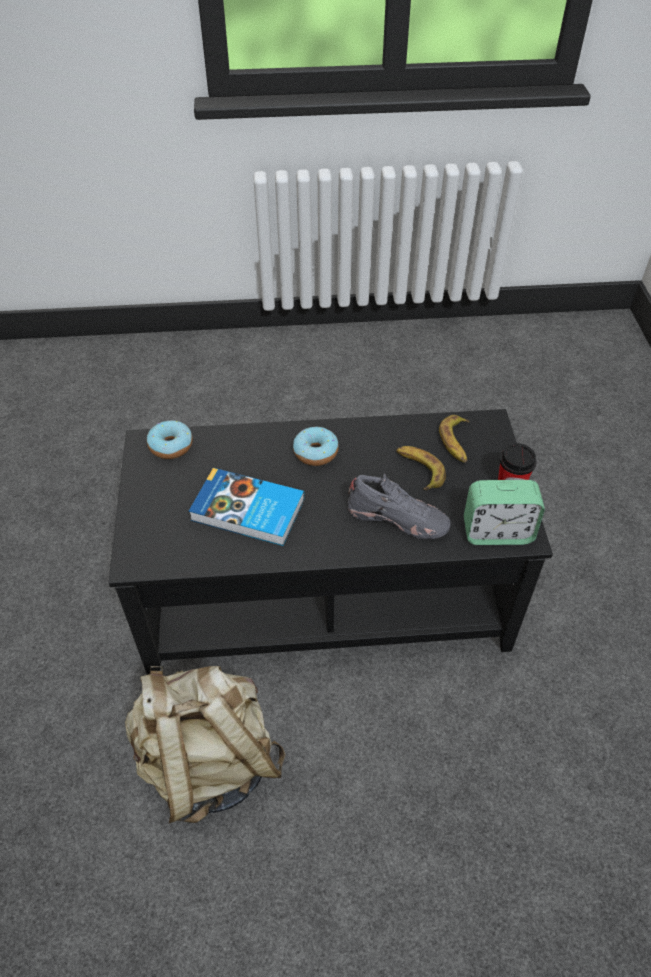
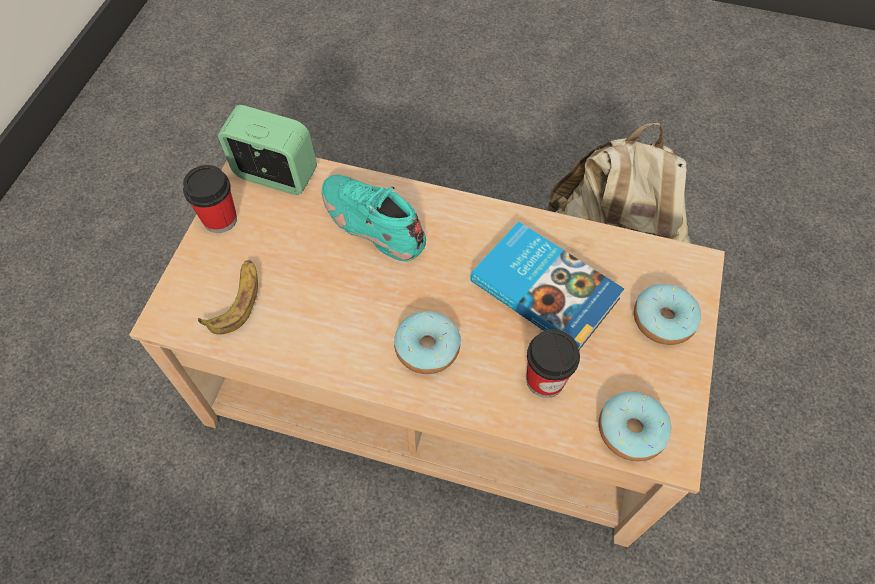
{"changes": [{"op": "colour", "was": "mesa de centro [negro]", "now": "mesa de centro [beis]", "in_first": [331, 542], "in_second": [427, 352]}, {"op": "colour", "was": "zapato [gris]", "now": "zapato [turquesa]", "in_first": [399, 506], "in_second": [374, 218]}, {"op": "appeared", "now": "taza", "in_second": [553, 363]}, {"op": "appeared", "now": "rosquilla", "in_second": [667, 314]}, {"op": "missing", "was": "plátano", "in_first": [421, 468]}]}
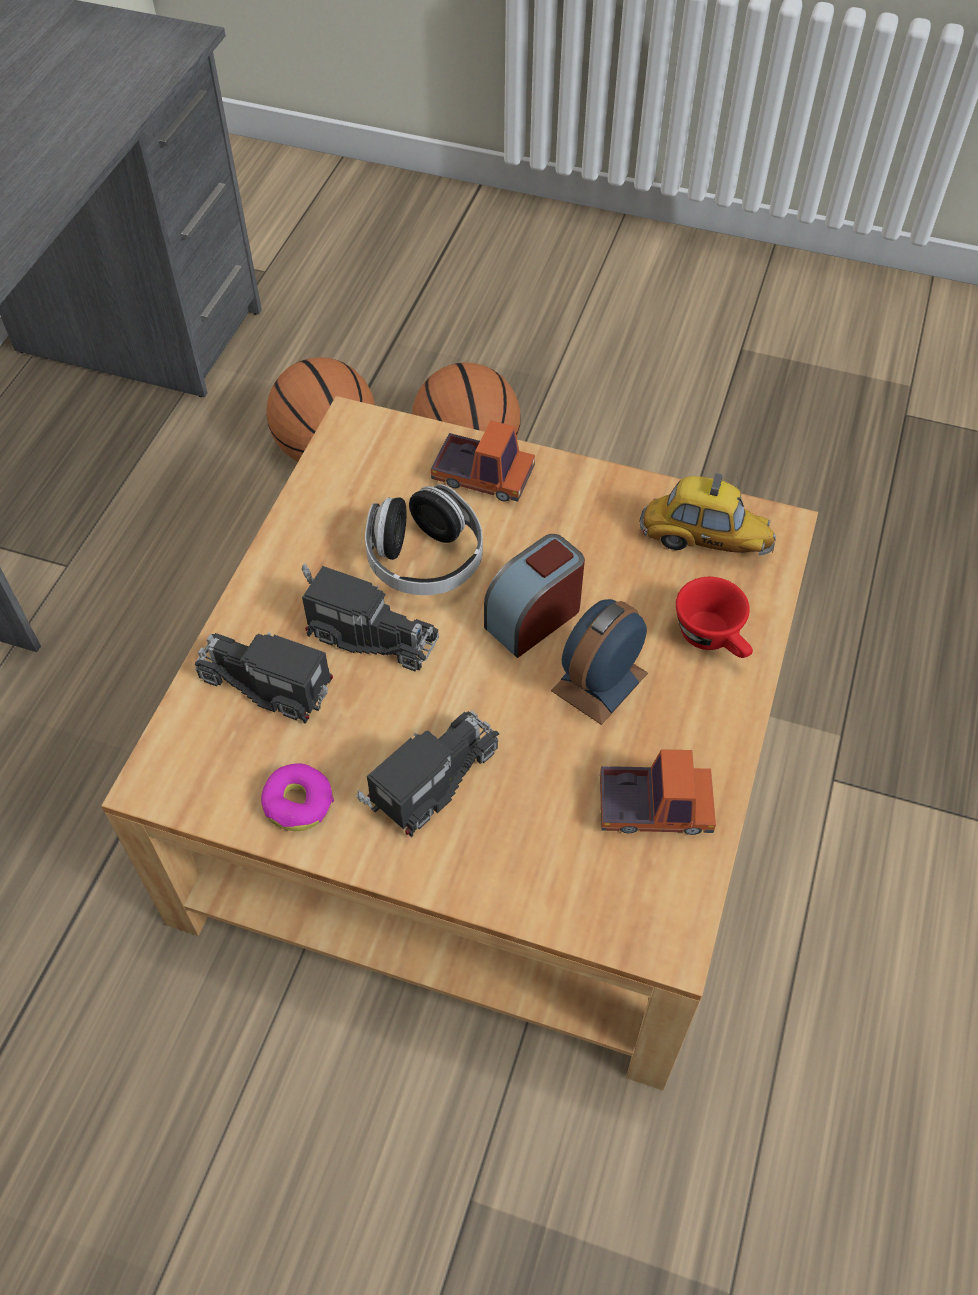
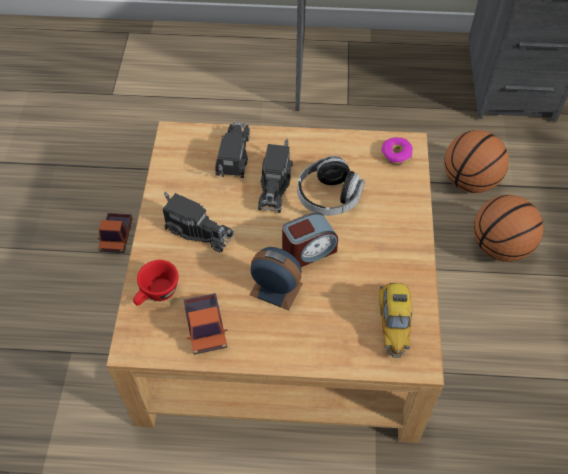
{"changes": [{"op": "relocated", "was": "camión de juguete", "in_first": [483, 461], "in_second": [115, 233]}, {"op": "relocated", "was": "taza [rojo]", "in_first": [714, 617], "in_second": [155, 283]}, {"op": "spun", "was": "despertador", "in_first": [534, 596], "in_second": [310, 239], "clockwise": 120}, {"op": "relocated", "was": "rosquilla", "in_first": [297, 797], "in_second": [397, 151]}]}
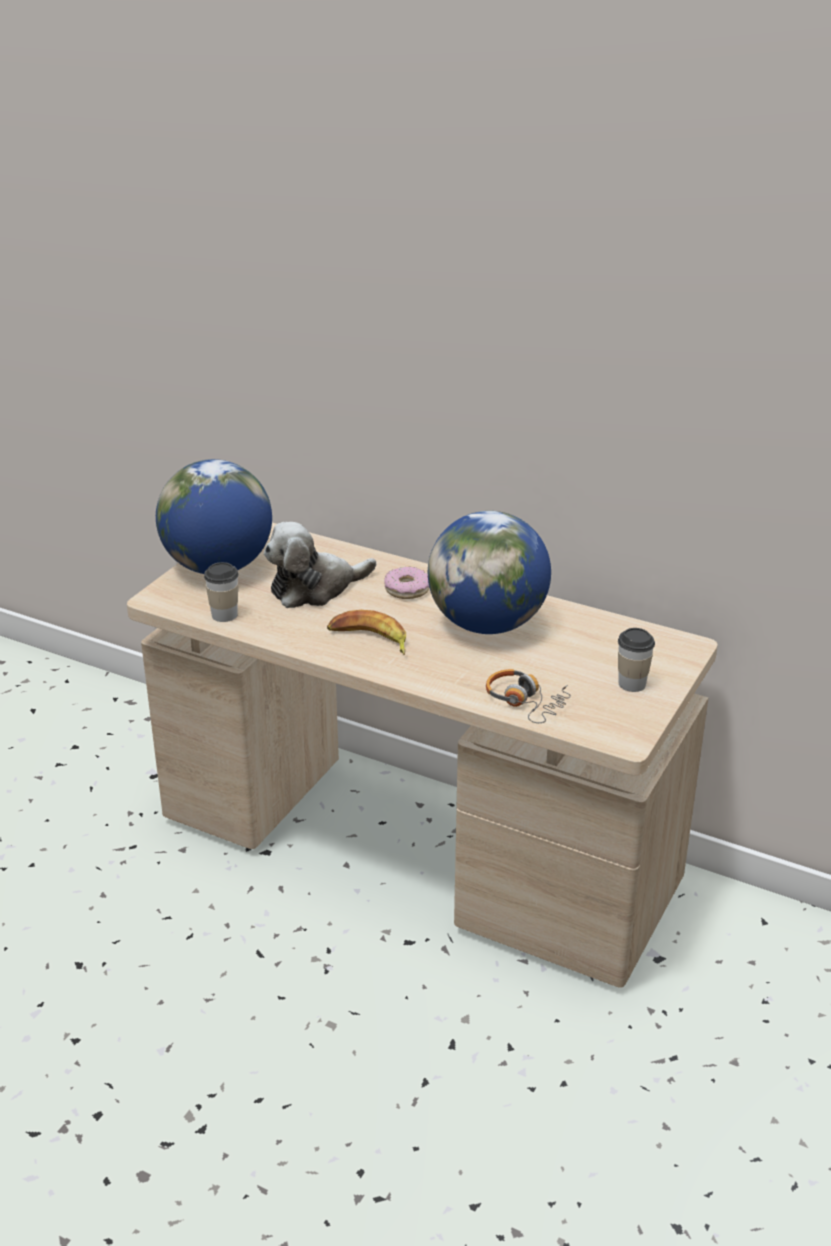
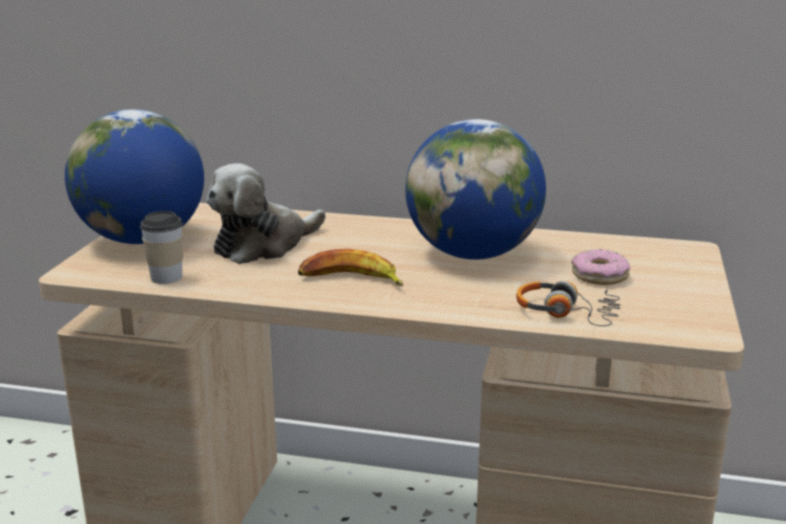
{"changes": [{"op": "relocated", "was": "rosquilla", "in_first": [407, 583], "in_second": [600, 267]}, {"op": "missing", "was": "taza", "in_first": [636, 660]}]}
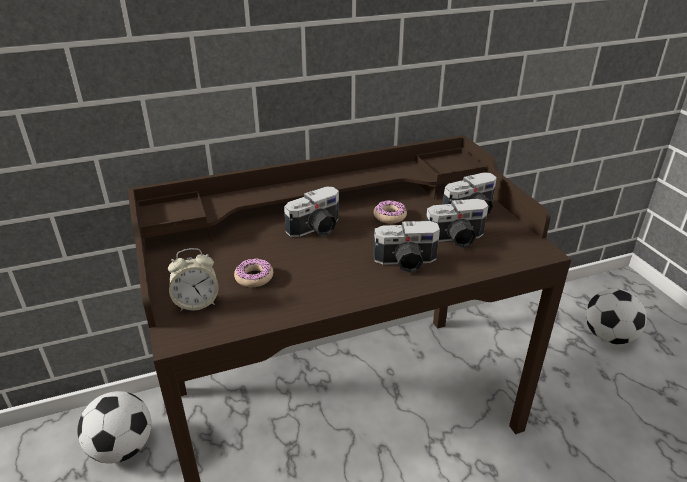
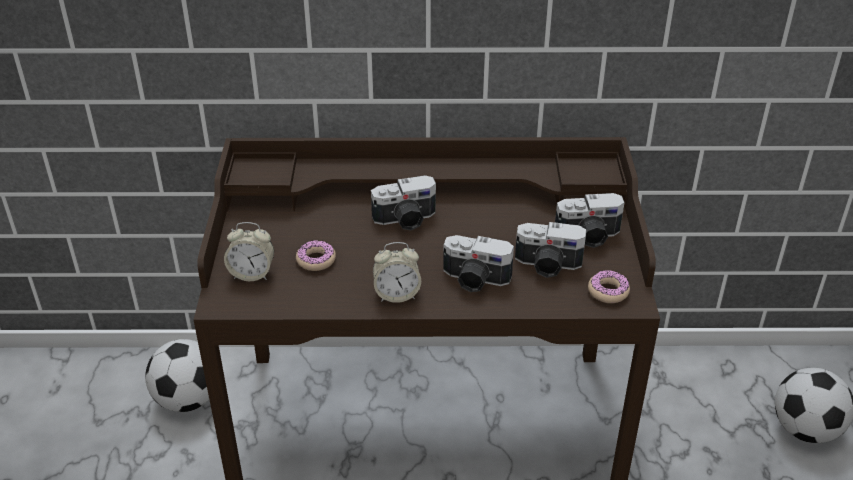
{"changes": [{"op": "appeared", "now": "despertador", "in_second": [397, 272]}, {"op": "relocated", "was": "rosquilla", "in_first": [390, 212], "in_second": [609, 286]}]}
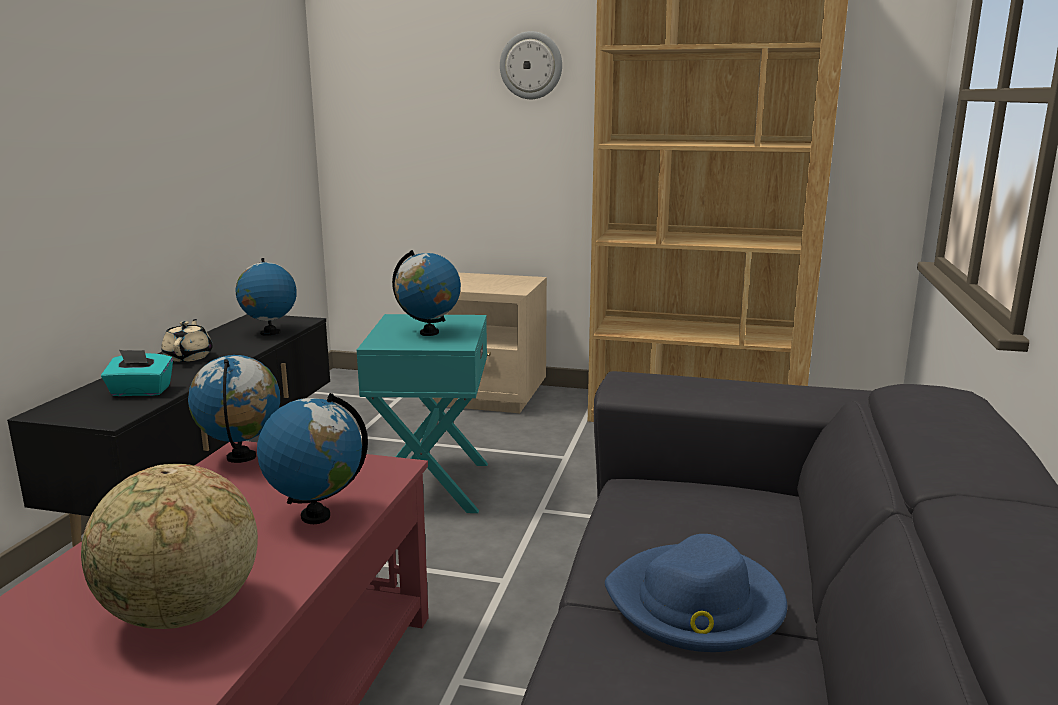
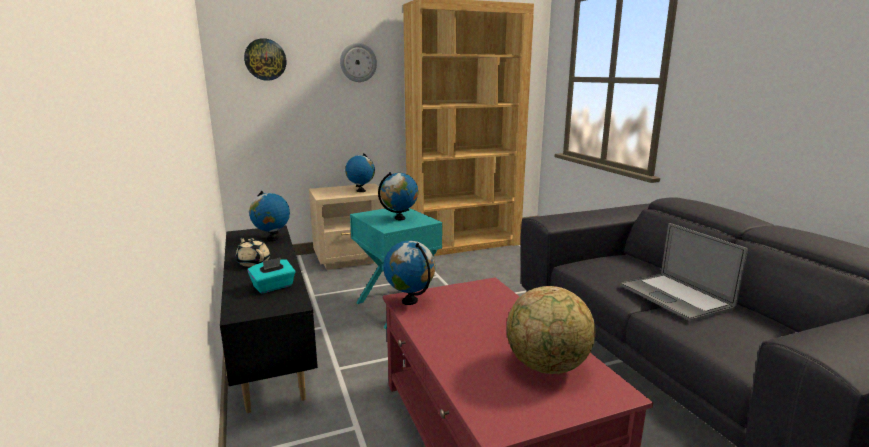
{"changes": [{"op": "appeared", "now": "reloj de pared", "in_second": [265, 59]}, {"op": "relocated", "was": "globo terráqueo", "in_first": [312, 458], "in_second": [360, 172]}, {"op": "exchanged", "was": "sombrero [azul]", "now": "portátil", "in_first": [696, 593], "in_second": [684, 272]}]}
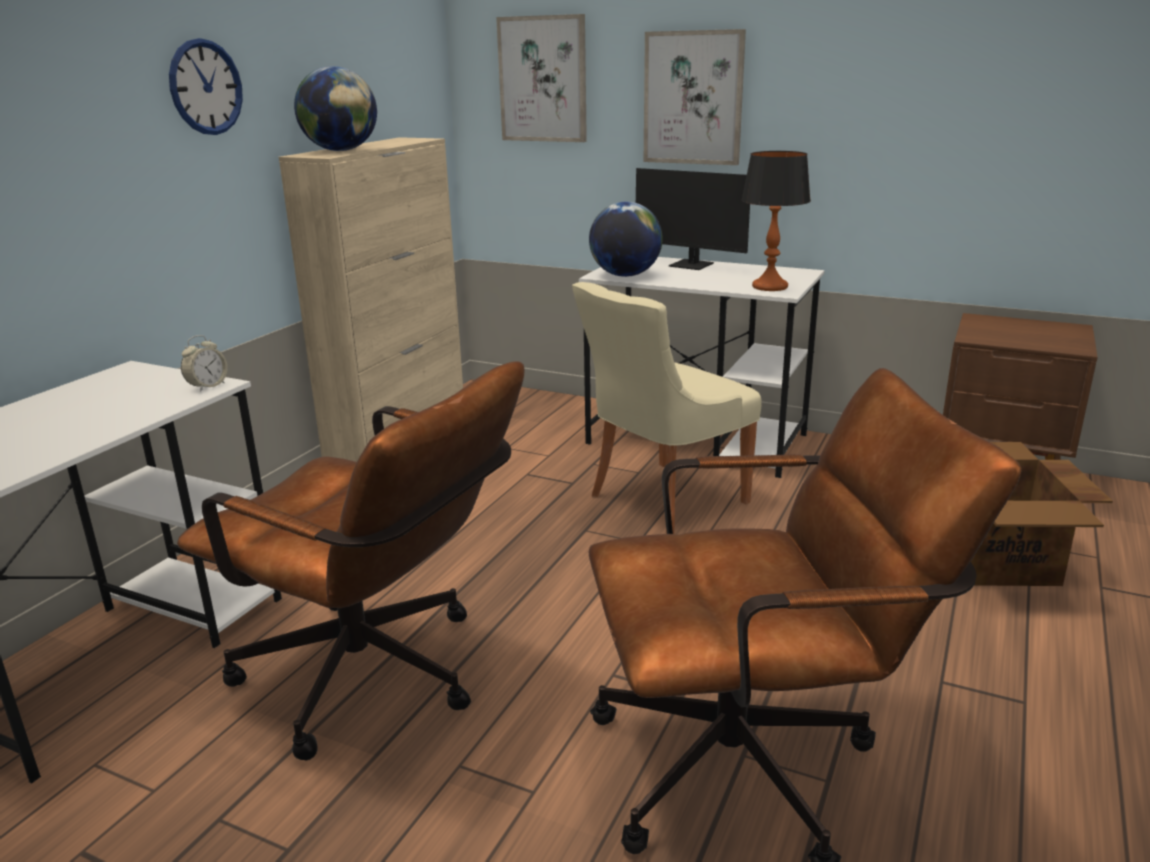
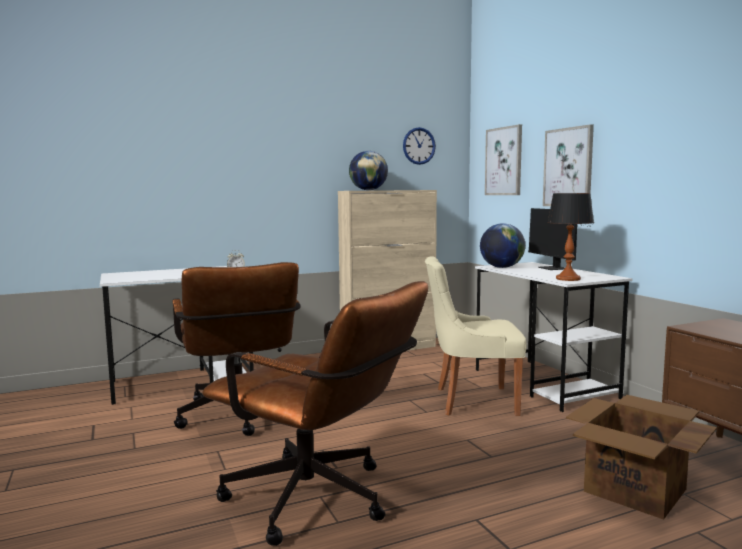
{"changes": [{"op": "relocated", "was": "reloj de pared", "in_first": [206, 86], "in_second": [419, 146]}]}
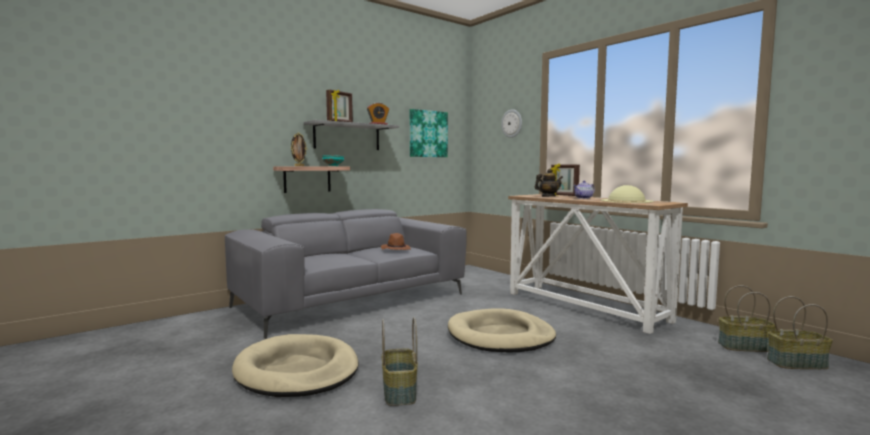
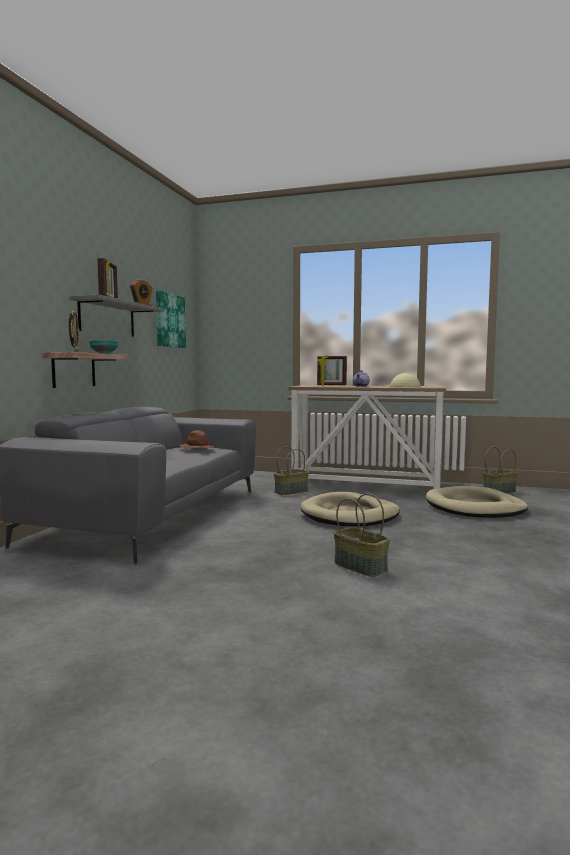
{"changes": [{"op": "relocated", "was": "cesta", "in_first": [800, 332], "in_second": [291, 471]}, {"op": "relocated", "was": "cama para perro [beis]", "in_first": [295, 365], "in_second": [477, 502]}, {"op": "missing", "was": "reloj de pared", "in_first": [511, 123]}, {"op": "missing", "was": "tetera", "in_first": [549, 183]}]}
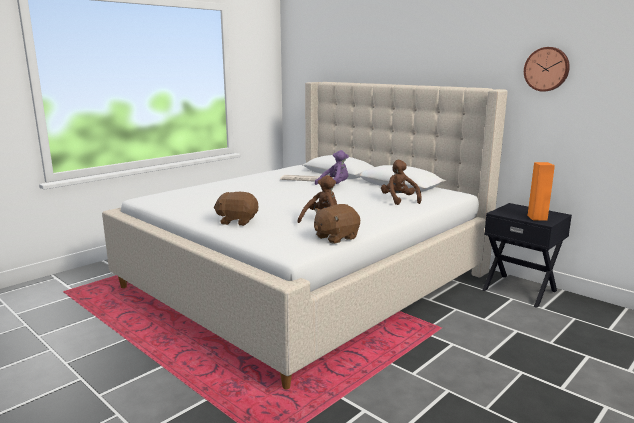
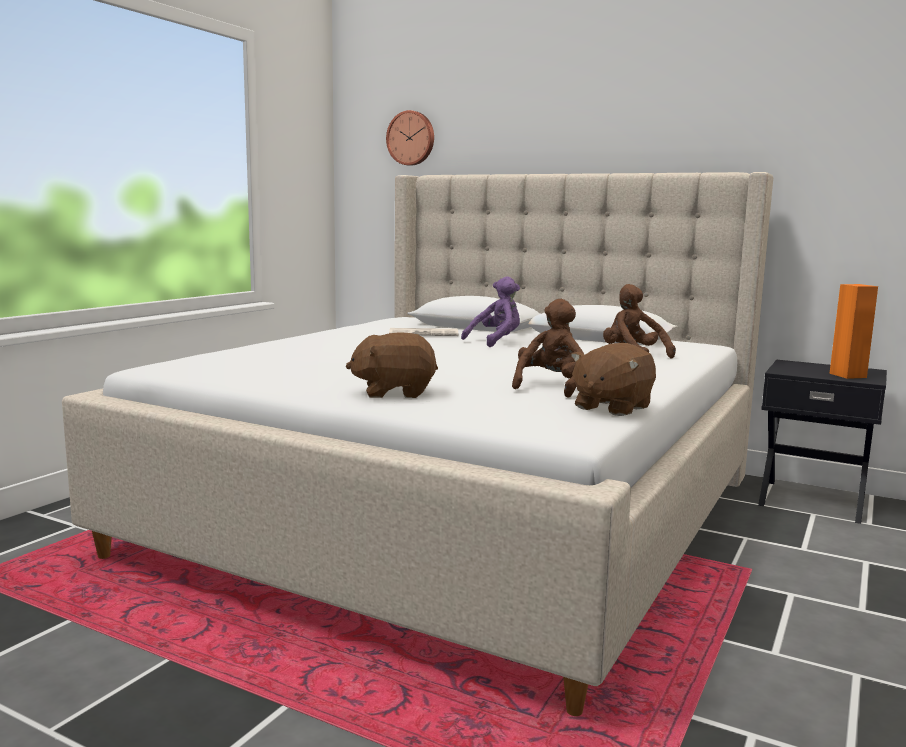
{"changes": [{"op": "relocated", "was": "reloj de pared", "in_first": [547, 69], "in_second": [410, 138]}]}
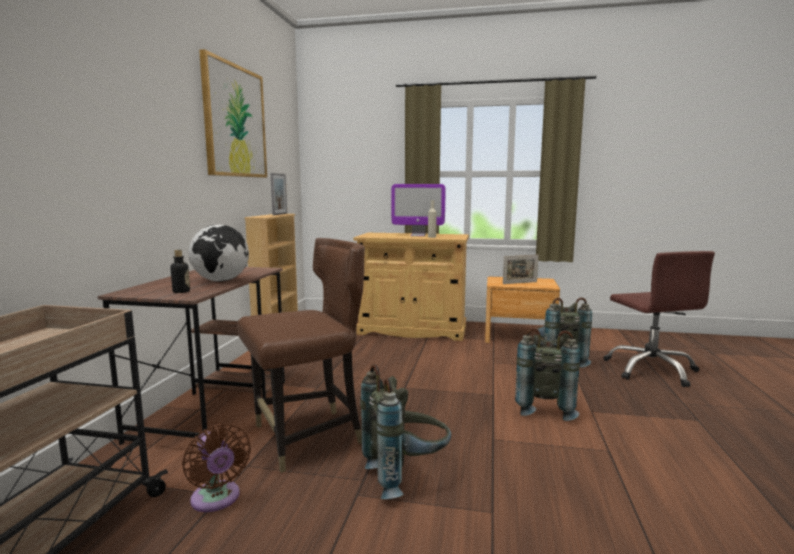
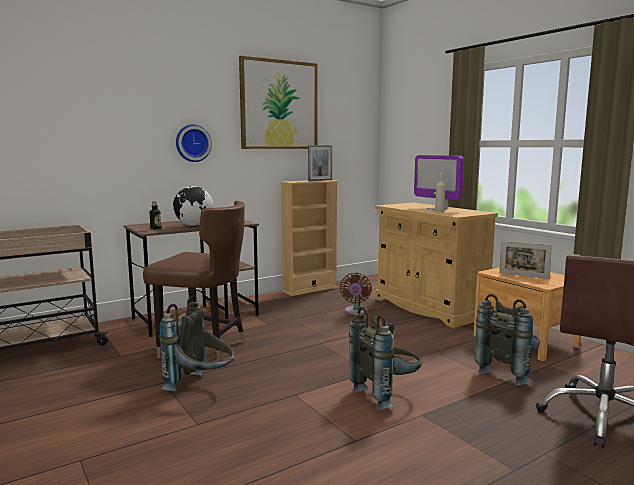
{"changes": [{"op": "appeared", "now": "reloj de pared", "in_second": [194, 143]}, {"op": "relocated", "was": "ventilador [marrón]", "in_first": [216, 468], "in_second": [356, 294]}]}
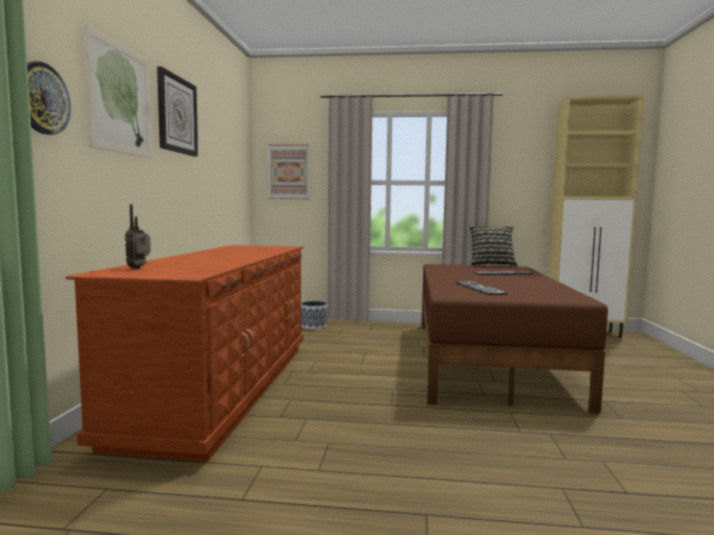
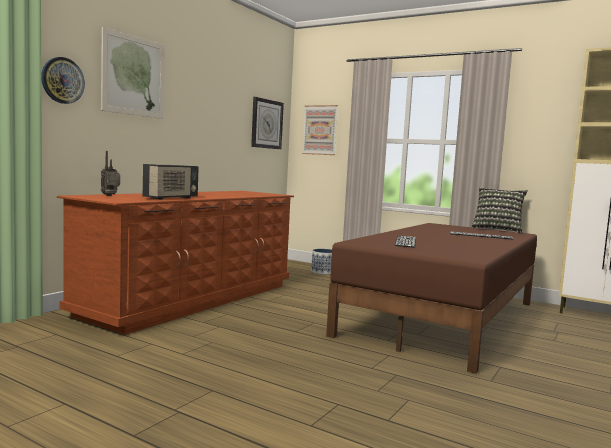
{"changes": [{"op": "appeared", "now": "radio", "in_second": [171, 182]}, {"op": "relocated", "was": "reloj de pared", "in_first": [177, 111], "in_second": [267, 123]}]}
